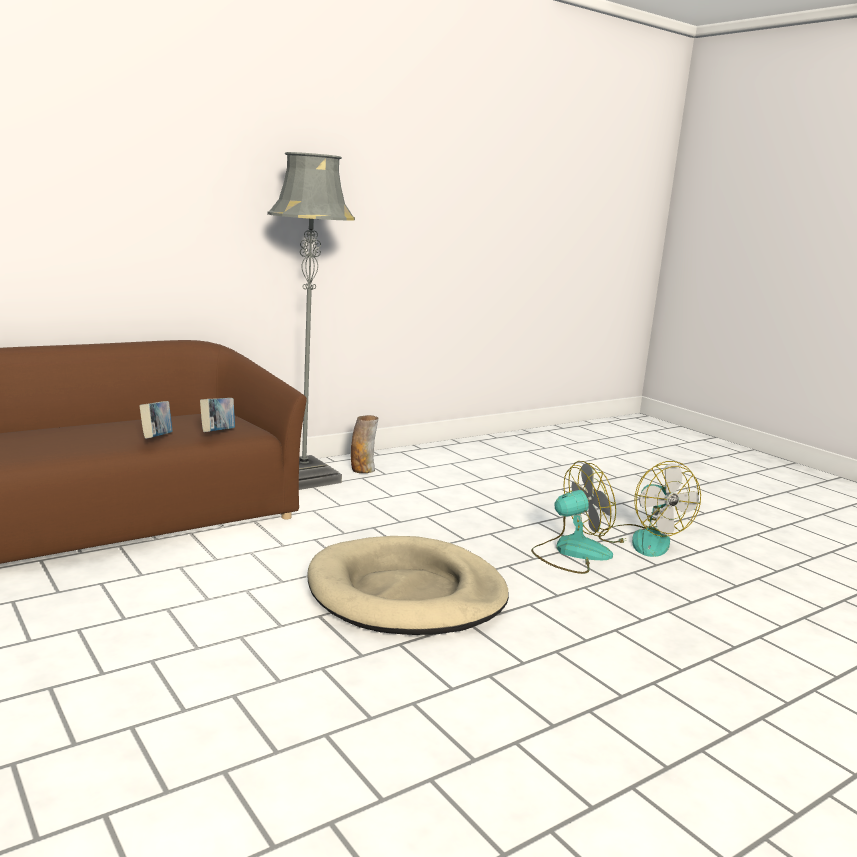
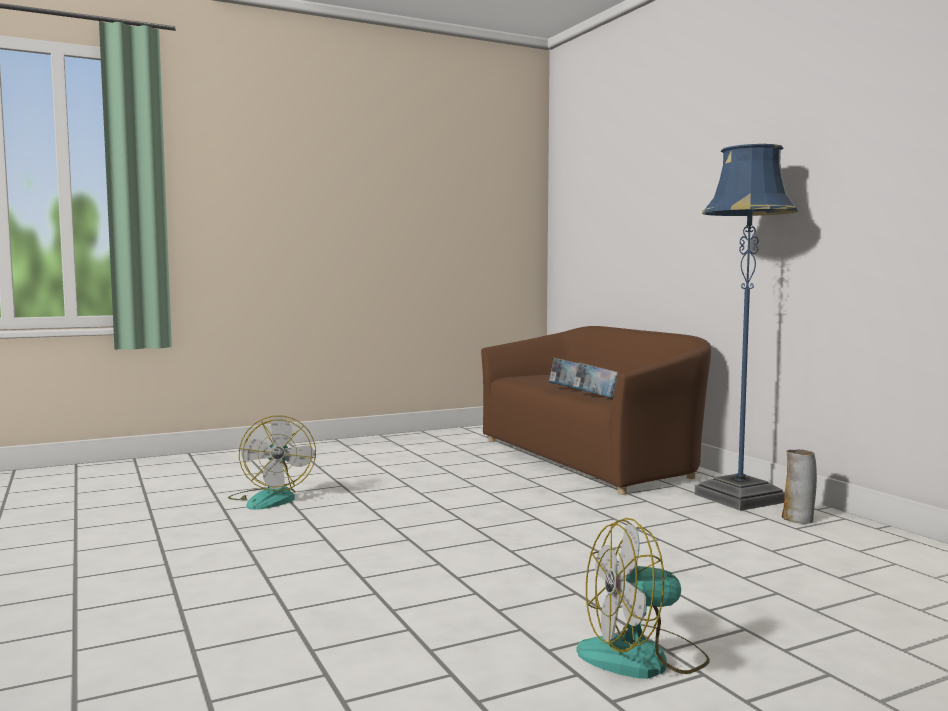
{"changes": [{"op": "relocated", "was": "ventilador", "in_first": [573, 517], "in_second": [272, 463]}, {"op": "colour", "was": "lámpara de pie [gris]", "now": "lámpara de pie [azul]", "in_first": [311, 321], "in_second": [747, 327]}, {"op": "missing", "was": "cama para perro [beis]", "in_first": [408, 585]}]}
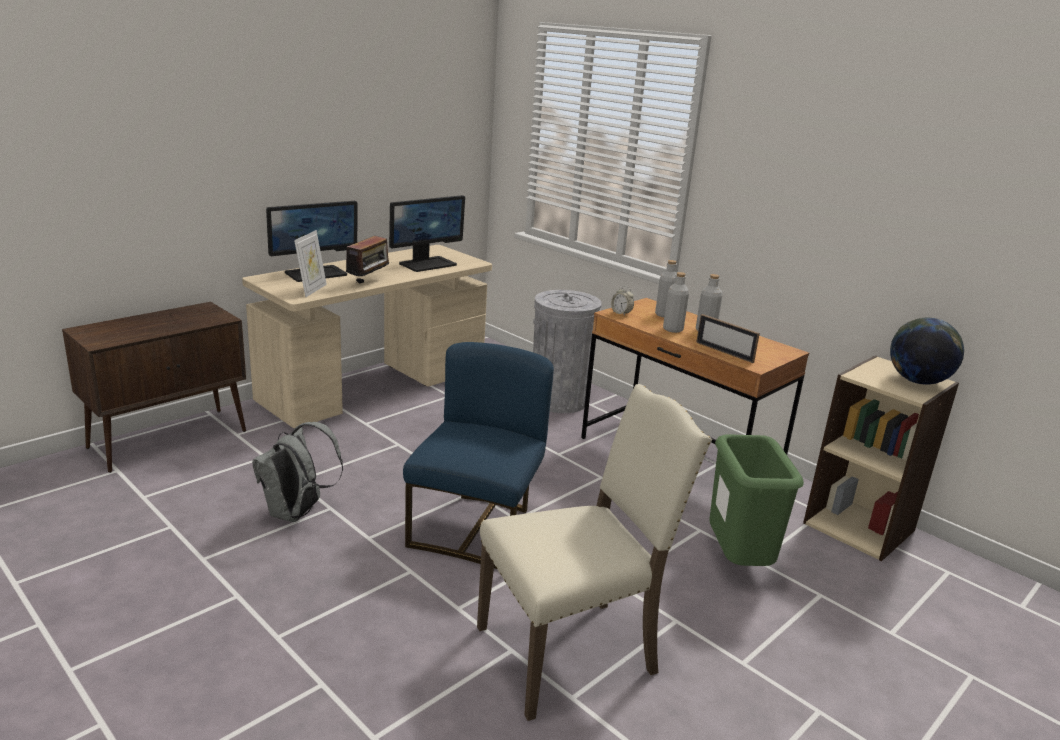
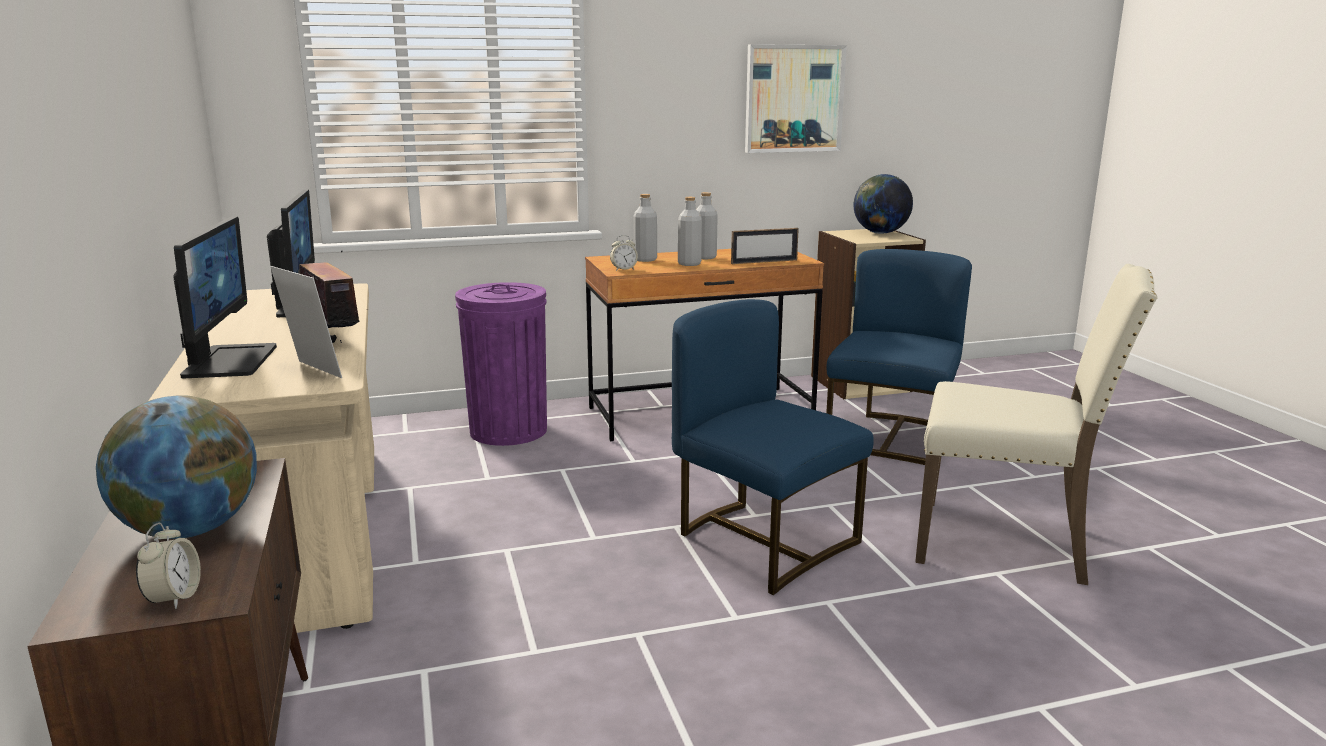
{"changes": [{"op": "appeared", "now": "globo terráqueo", "in_second": [176, 467]}, {"op": "appeared", "now": "despertador", "in_second": [168, 565]}, {"op": "colour", "was": "papelera [gris]", "now": "papelera [morado]", "in_first": [567, 351], "in_second": [501, 364]}, {"op": "appeared", "now": "cuadro", "in_second": [796, 98]}, {"op": "exchanged", "was": "papelera [verde]", "now": "silla [azul]", "in_first": [756, 500], "in_second": [899, 357]}, {"op": "spun", "was": "silla [beis]", "in_first": [594, 552], "in_second": [1036, 424], "clockwise": 105}, {"op": "missing", "was": "mochila [gris]", "in_first": [297, 472]}]}
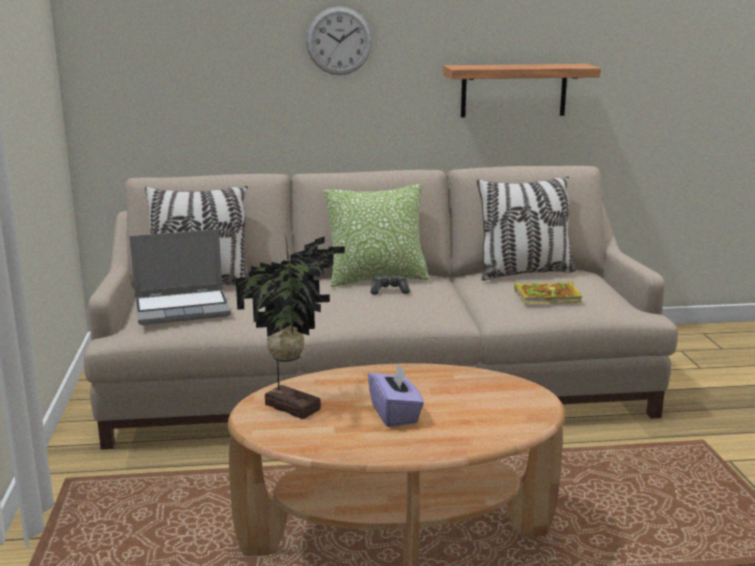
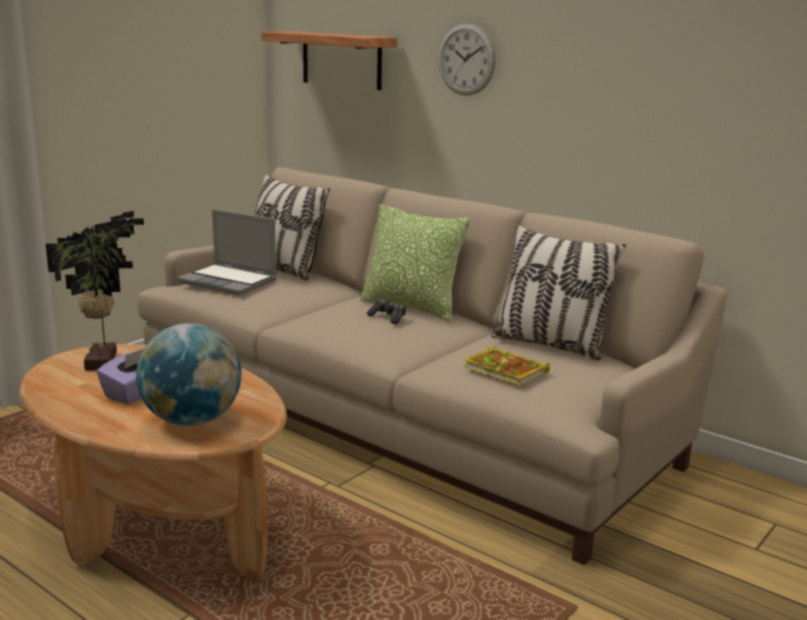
{"changes": [{"op": "appeared", "now": "globo terráqueo", "in_second": [189, 374]}, {"op": "relocated", "was": "estante", "in_first": [522, 91], "in_second": [329, 60]}]}
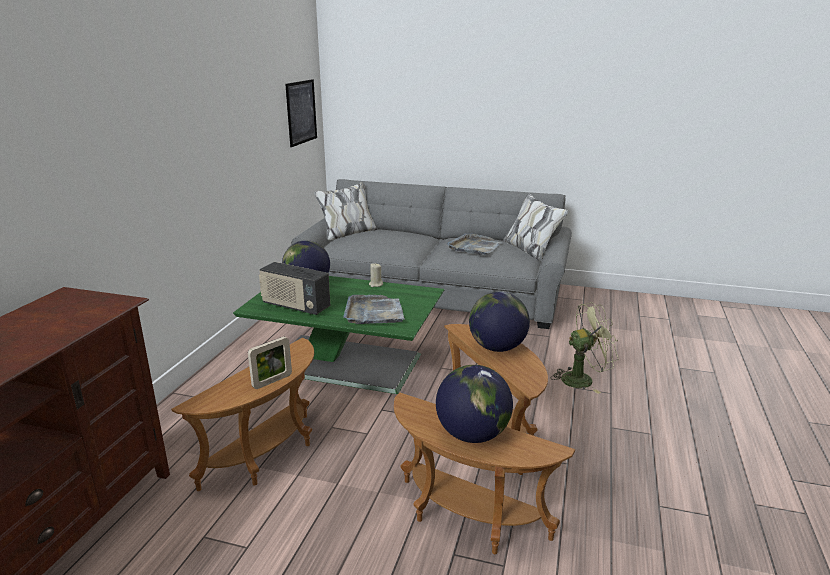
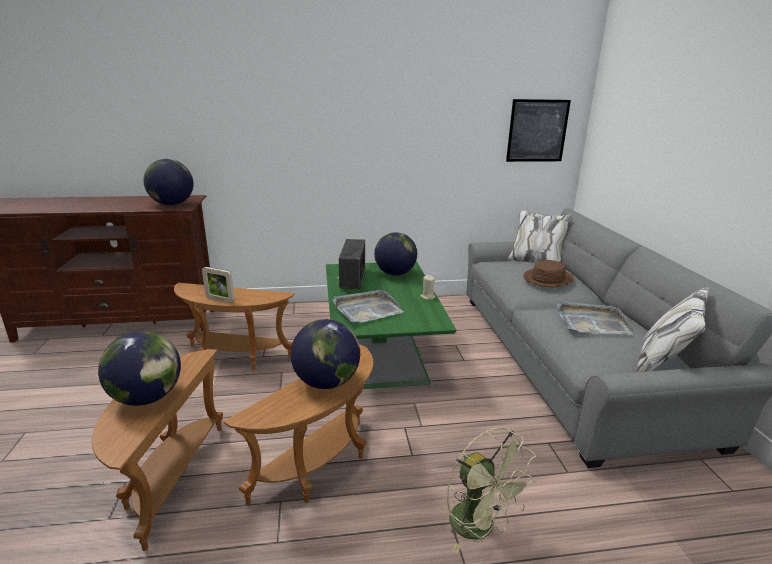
{"changes": [{"op": "appeared", "now": "globo terráqueo", "in_second": [168, 182]}, {"op": "appeared", "now": "sombrero [marrón]", "in_second": [548, 273]}]}
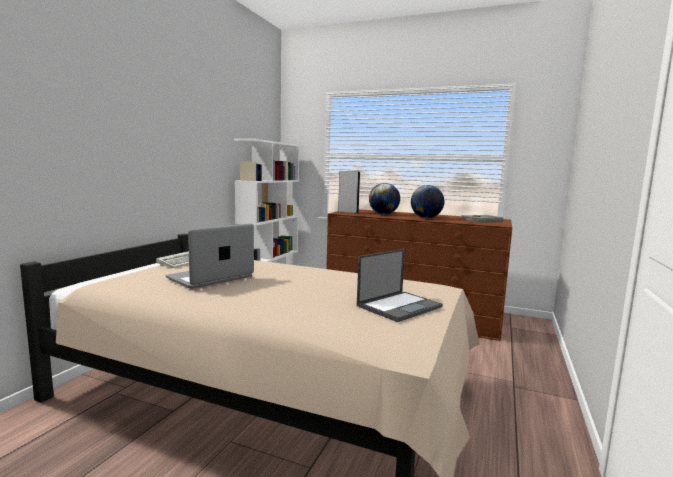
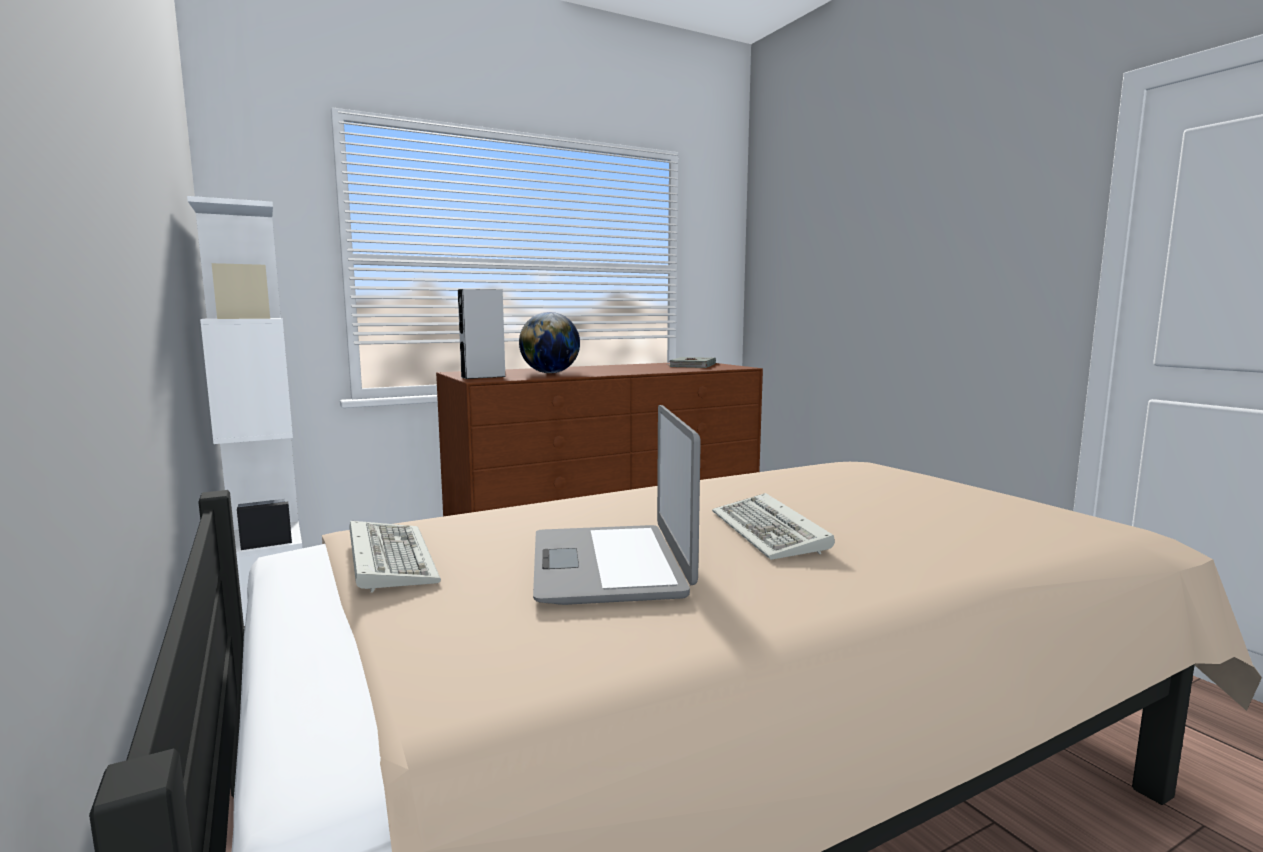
{"changes": [{"op": "appeared", "now": "teclado", "in_second": [773, 526]}, {"op": "missing", "was": "portátil", "in_first": [400, 285]}, {"op": "missing", "was": "globo terráqueo", "in_first": [427, 201]}]}
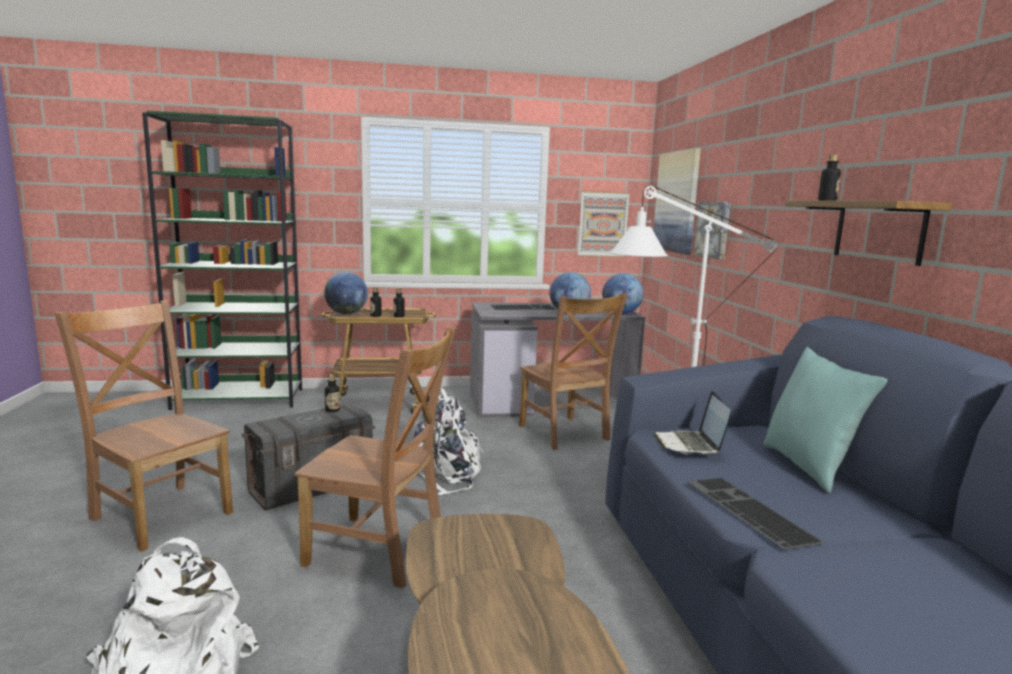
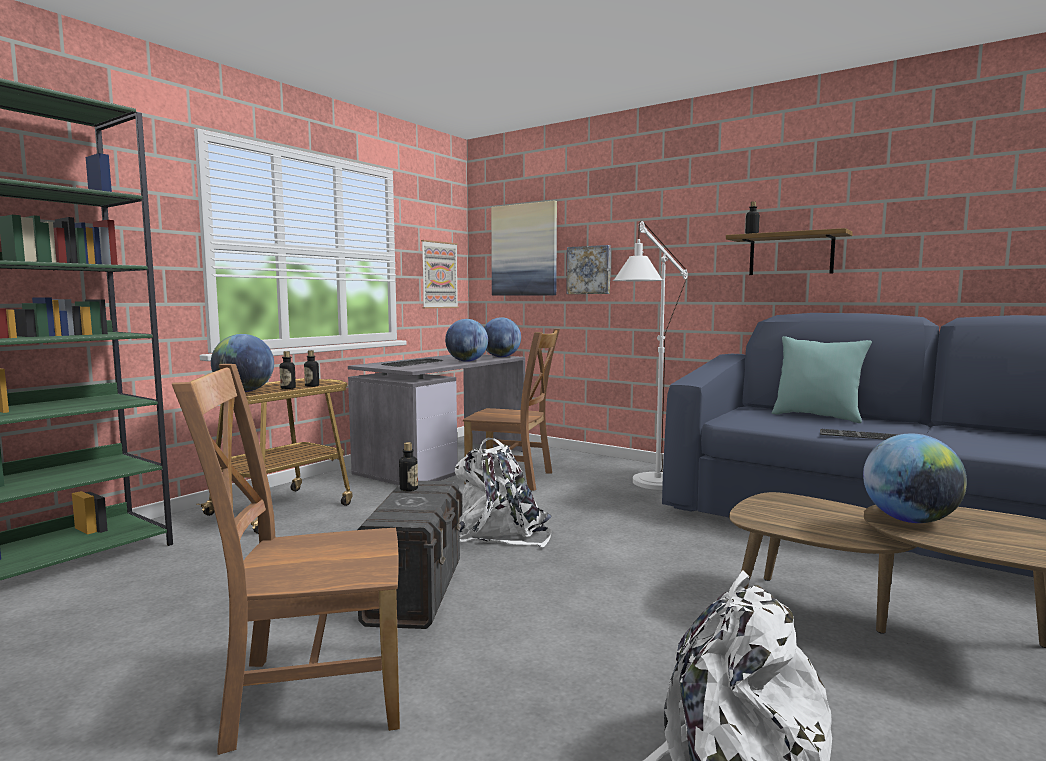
{"changes": [{"op": "appeared", "now": "globo terráqueo", "in_second": [915, 478]}, {"op": "missing", "was": "silla [marrón]", "in_first": [375, 458]}, {"op": "missing", "was": "portátil", "in_first": [692, 423]}]}
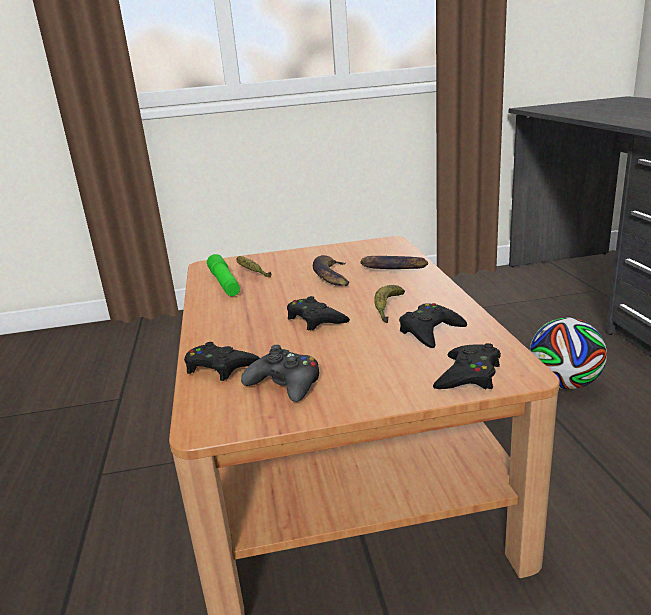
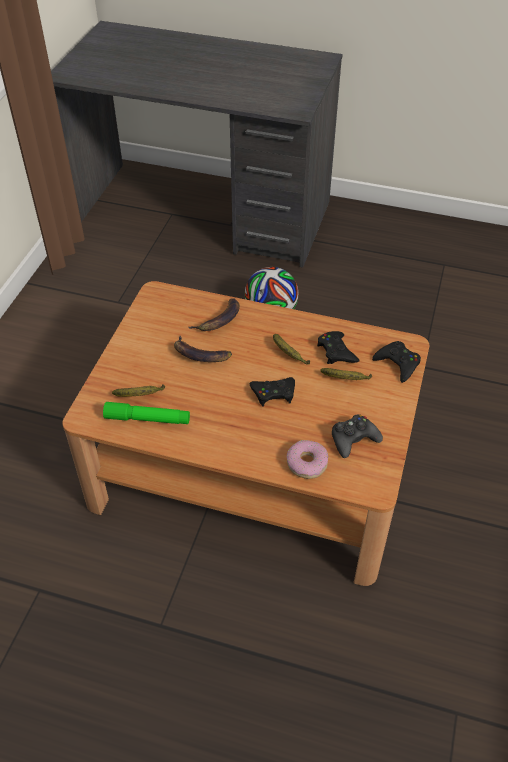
{"changes": [{"op": "exchanged", "was": "mando de consola [negro]", "now": "rosquilla", "in_first": [222, 361], "in_second": [307, 459]}, {"op": "appeared", "now": "plátano", "in_second": [346, 374]}]}
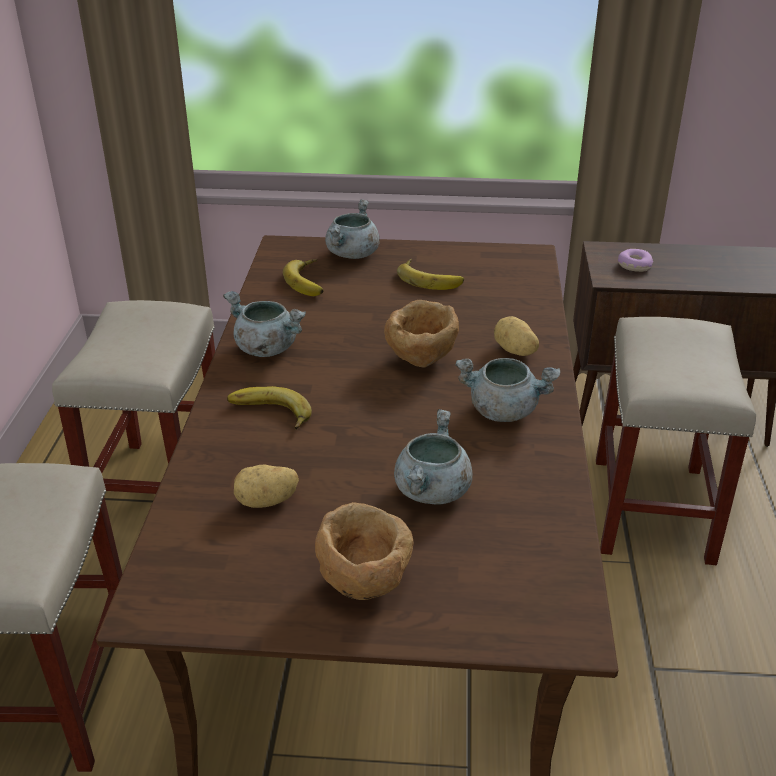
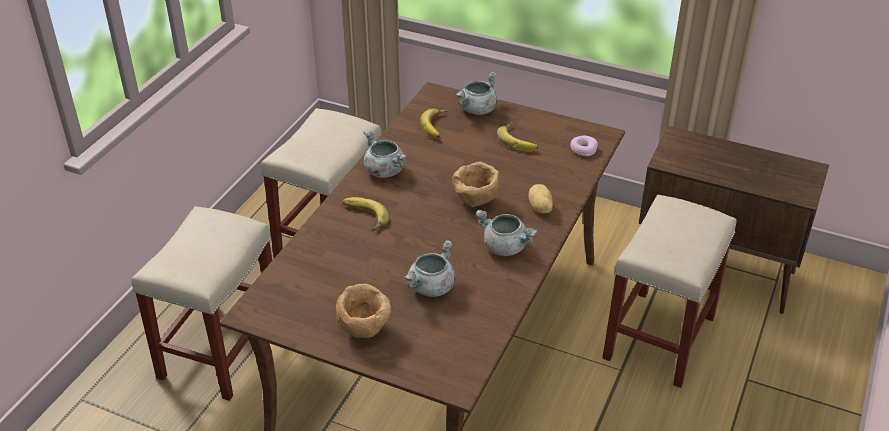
{"changes": [{"op": "relocated", "was": "rosquilla", "in_first": [635, 260], "in_second": [584, 146]}, {"op": "missing", "was": "patata", "in_first": [266, 486]}]}
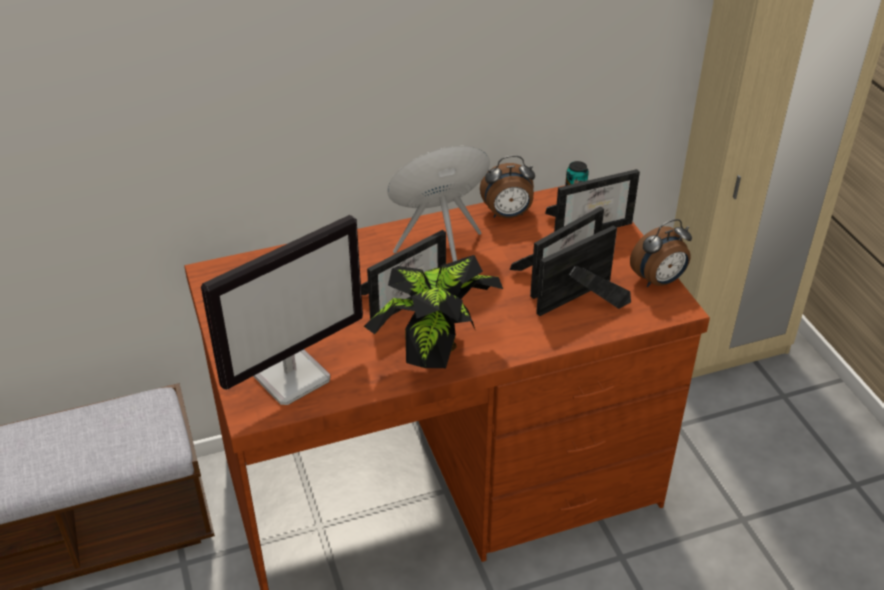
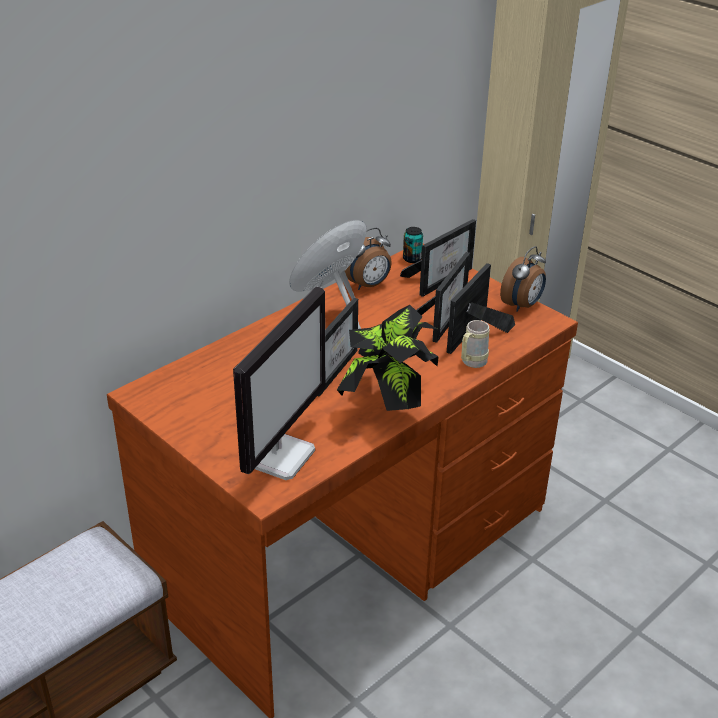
{"changes": [{"op": "appeared", "now": "taza grande [beis]", "in_second": [475, 344]}]}
